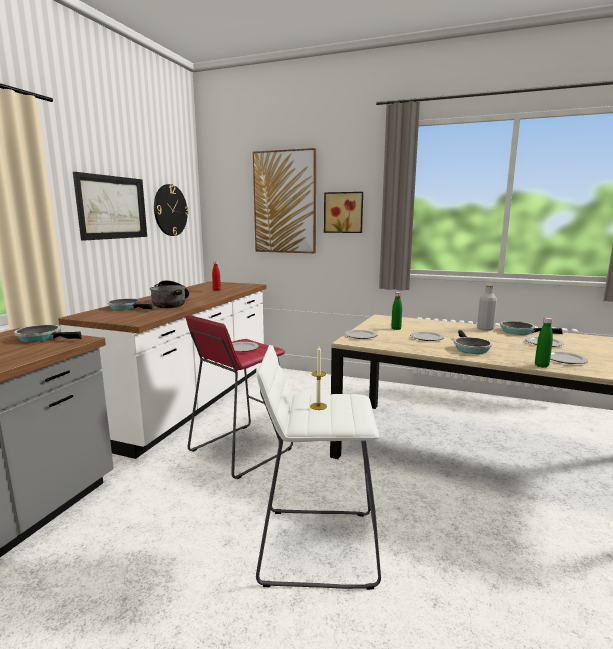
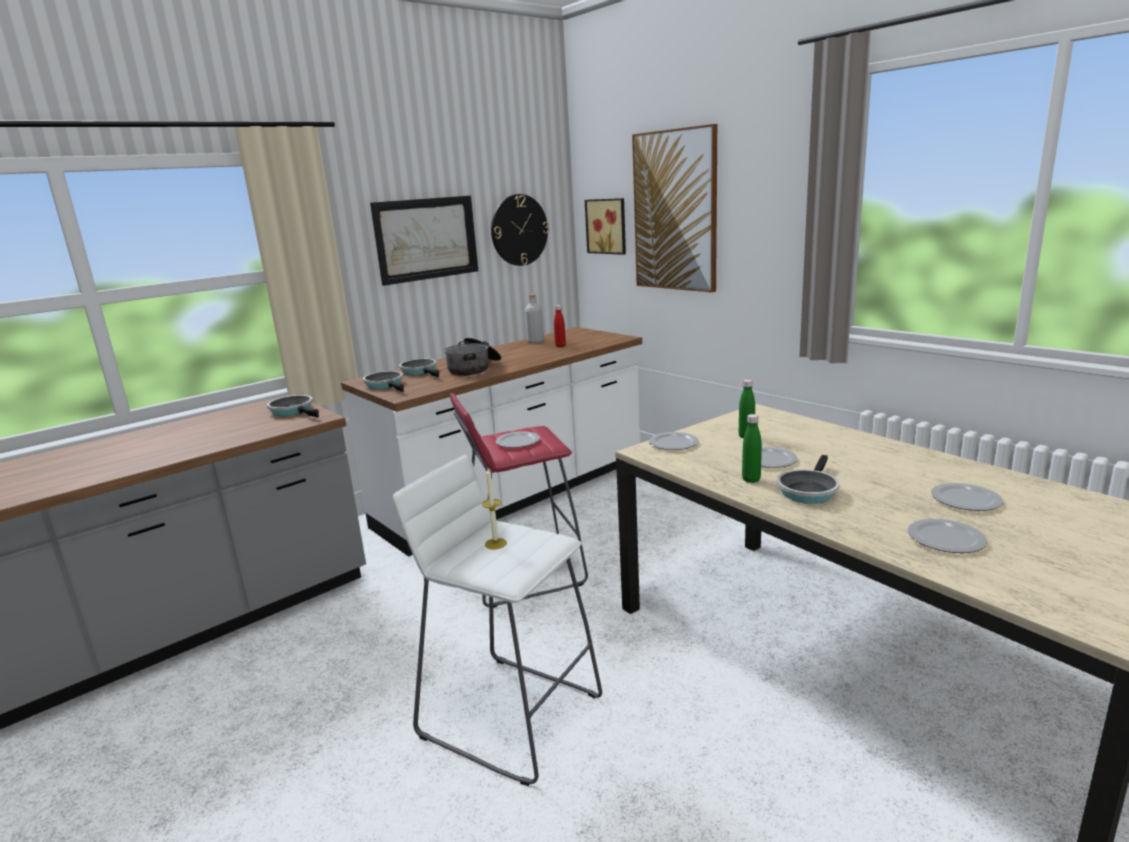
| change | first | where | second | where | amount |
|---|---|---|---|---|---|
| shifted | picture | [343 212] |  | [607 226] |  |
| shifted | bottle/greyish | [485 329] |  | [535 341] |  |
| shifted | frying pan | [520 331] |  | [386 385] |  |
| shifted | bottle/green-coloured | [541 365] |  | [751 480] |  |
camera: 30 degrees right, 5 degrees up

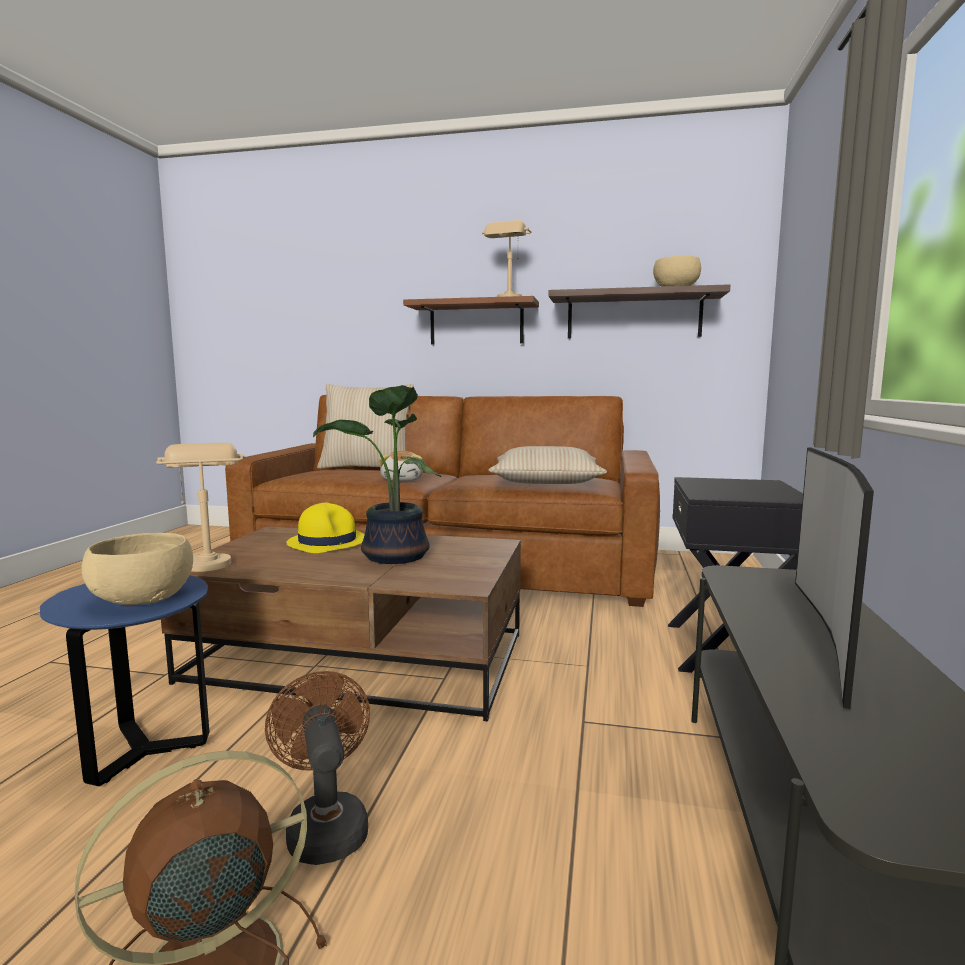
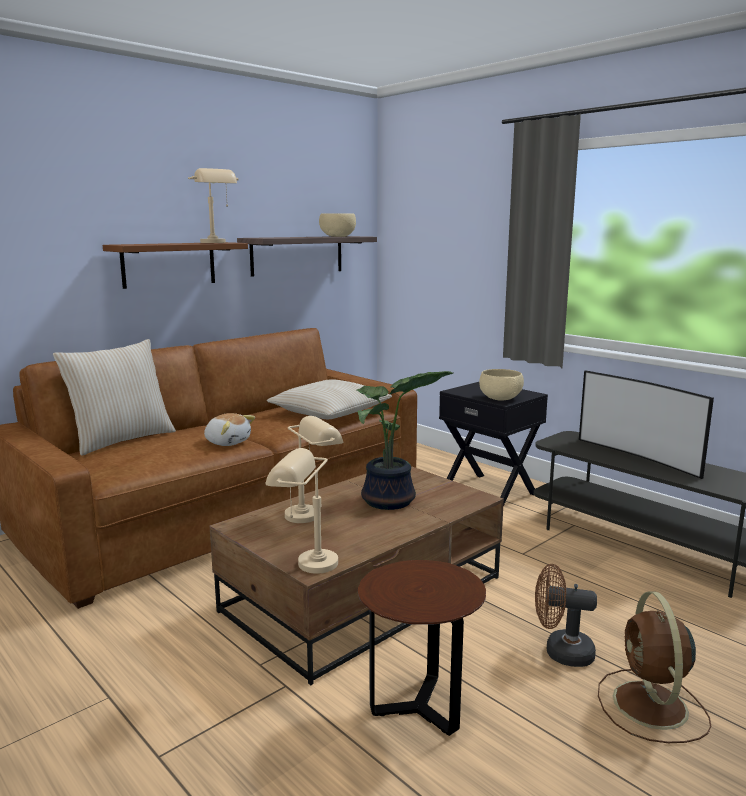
| change | first | where | second | where | amount |
|---|---|---|---|---|---|
| shifted | bowl/sand-coloured | [142 599] |  | [500 398] |  |
| swapped | clothing hat/yellow | [327 542] | table lamp/sand-coloured | [312 513] |  |
| repainted | side table/blue-coloured | [143 751] | side table/brown-coloured | [419 708] |  |
camera: 55 degrees left, 5 degrees up

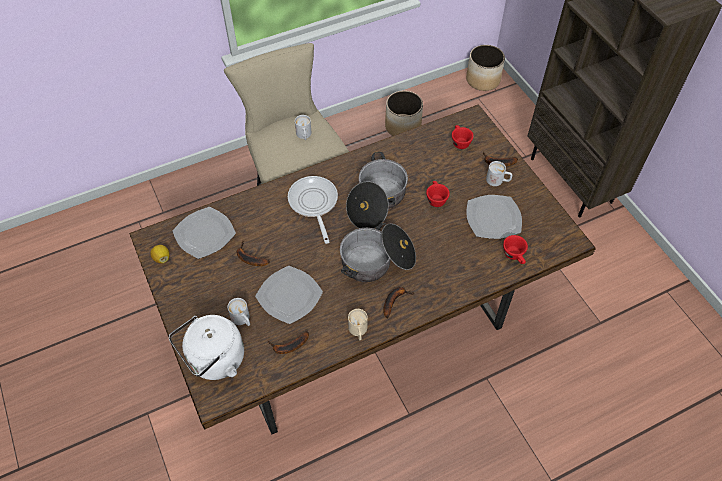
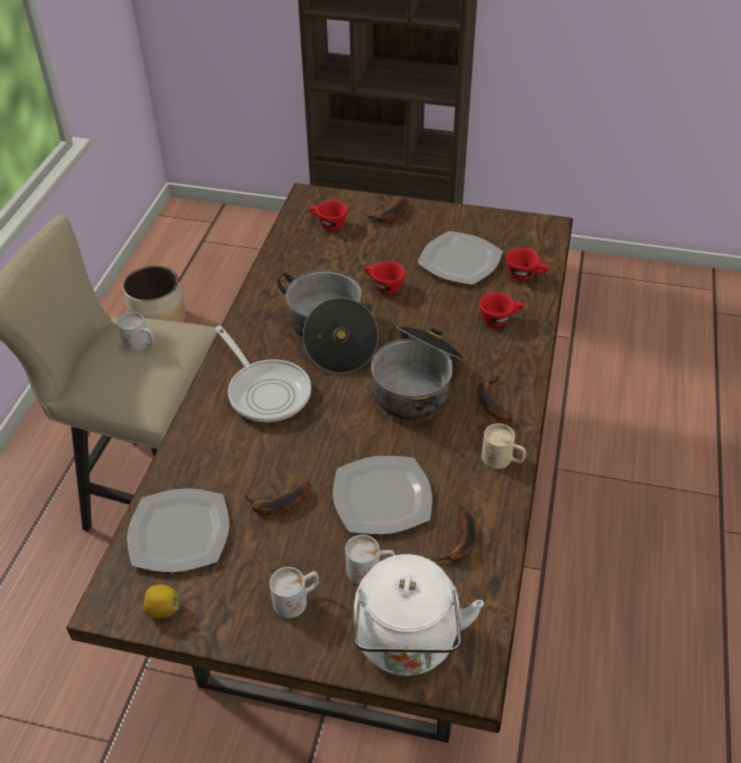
| change | first | where | second | where | amount |
|---|---|---|---|---|---|
| gone | planter | [483 80] |  |  |  |
| new |  |  | drinking cup/reddish | [500 319] |  |
| shifted | mug/whitish | [498 181] |  | [297 600] |  |
| rotated | frying pan | [313 204] |  | [266 391] | 150 degrees counterclockwise |
camera: 50 degrees left, 10 degrees down

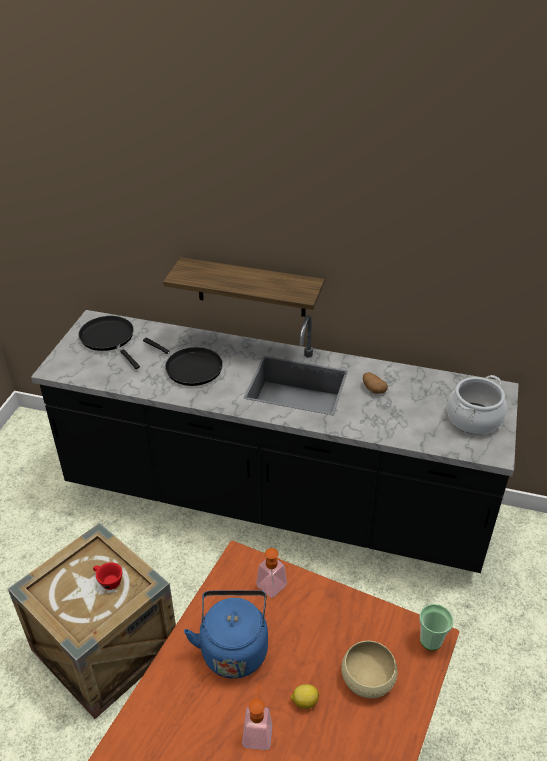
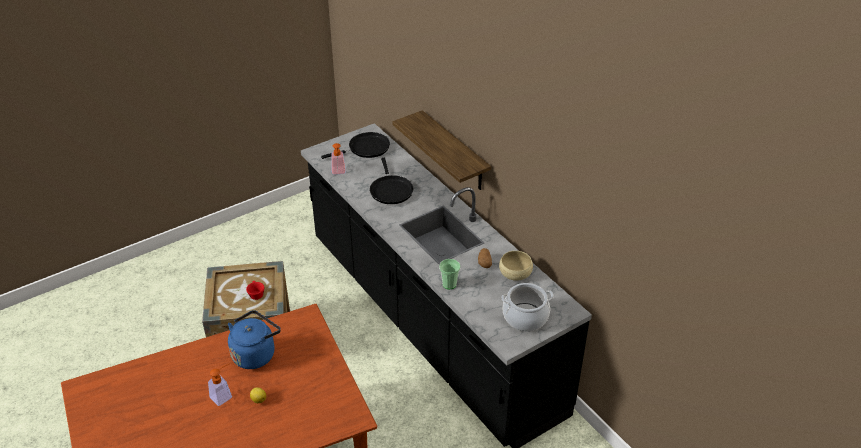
| change | first | where | second | where | amount |
|---|---|---|---|---|---|
| shifted | soap dispenser | [275 588] |  | [338 172] |  |
| shifted | bowl/sand-coloured | [368 678] |  | [515 273] |  |
| shifted | drinking cup | [431 640] |  | [449 284] |  |
| rotated | frying pan/blackish | [109 339] |  | [366 148] | 60 degrees clockwise |
camera: 40 degrees right, 0 degrees up

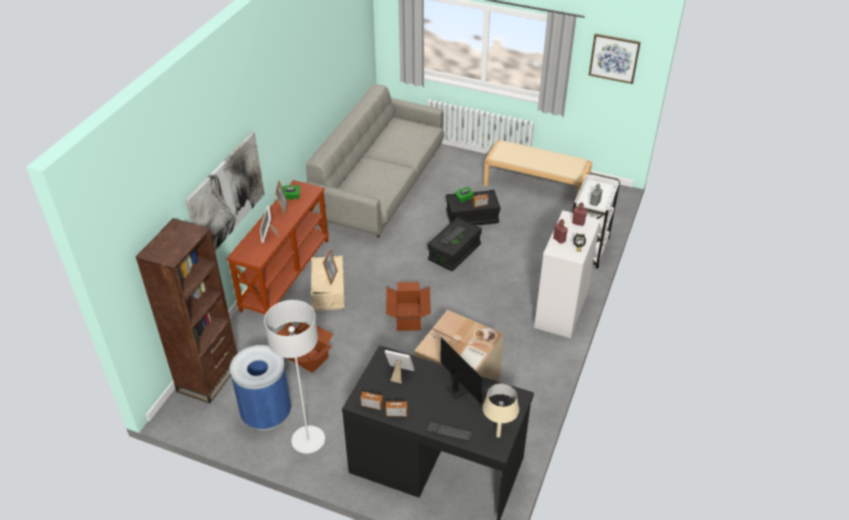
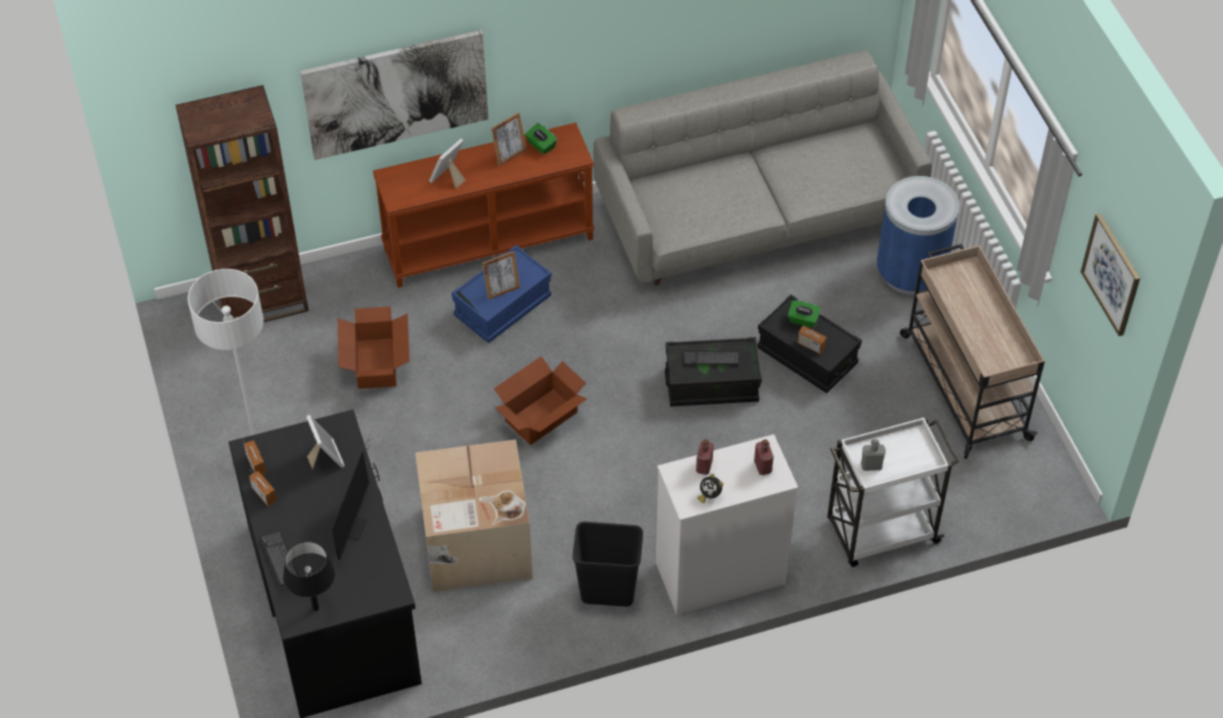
| change | first | where | second | where | amount |
|---|---|---|---|---|---|
| new |  |  | waste bin/blackish | [607 592] |  |
| shifted | waste bin/blue-coloured | [266 414] |  | [910 273] |  |
| swapped | indoor bench/sand-coloured | [536 186] | trolley/sand-coloured | [964 385] |  |
| repainted | storage bin/sand-coloured | [328 292] | storage bin/blue-coloured | [503 307] |  |
| repainted | table lamp/sand-coloured | [498 435] | table lamp/blackish | [316 608] |  |
camera: 50 degrees right, 10 degrees up

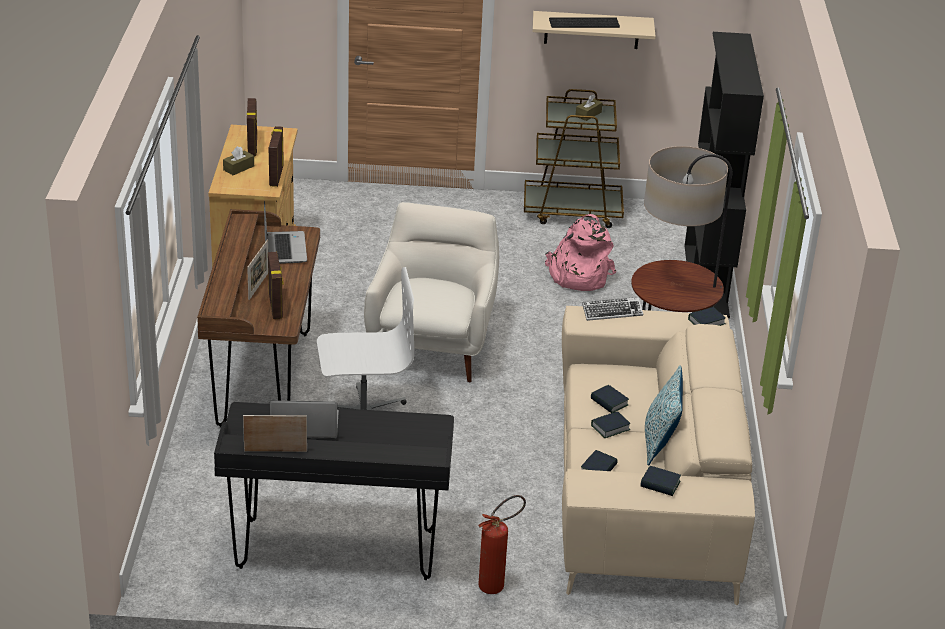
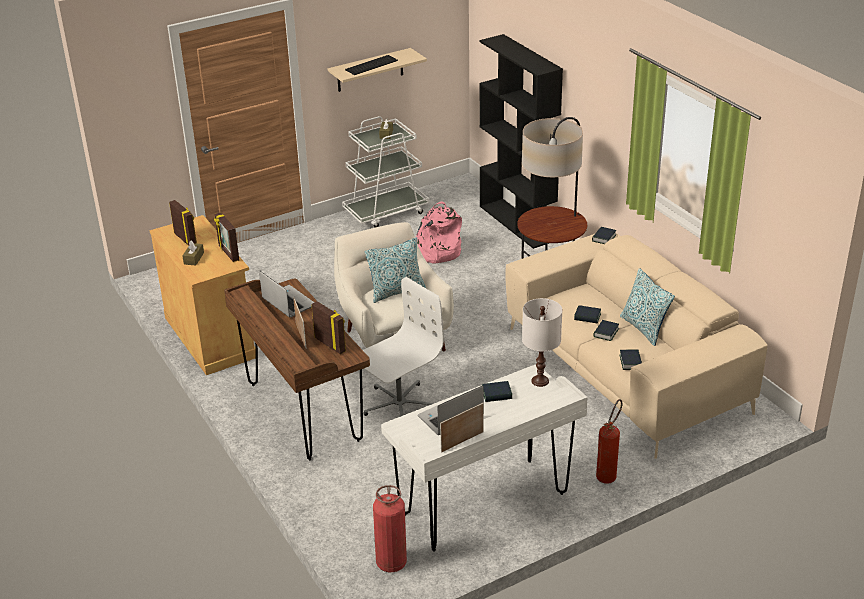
| change | first | where | second | where | amount |
|---|---|---|---|---|---|
| gone | keyboard | [612 312] |  |  |  |
| new |  |  | cushion | [396 291] |  |
| new |  |  | extinguisher | [391 563] |  |
| new |  |  | table lamp/whitish | [540 381] |  |
| shifted | book | [660 484] |  | [496 394] |  |
| repainted | desk/blackish | [336 550] | desk/whitish | [484 505] |  |
| repainted | trolley/brown-coloured | [572 211] | trolley/whitish | [386 212] |  |
camera: 30 degrees left, 0 degrees up

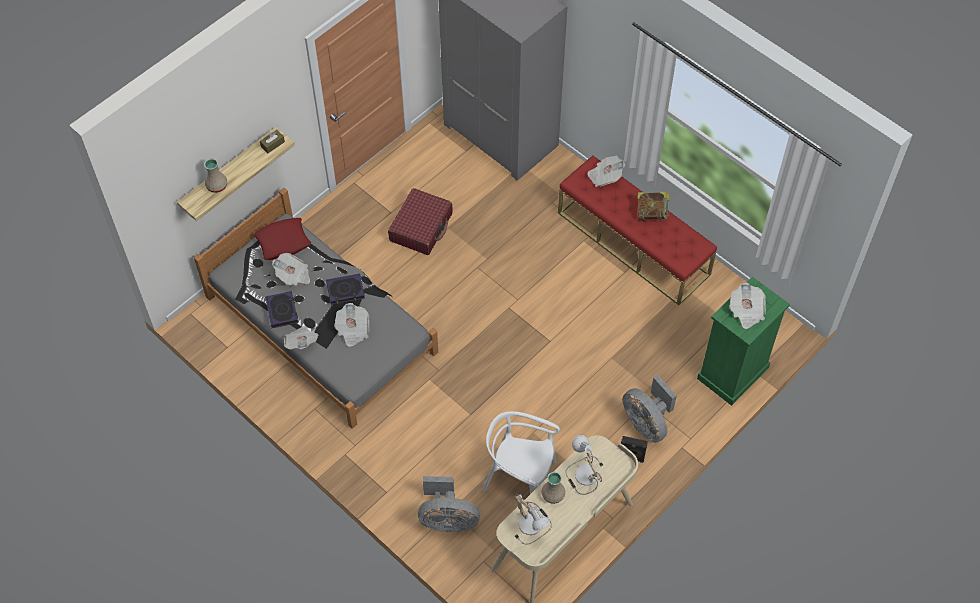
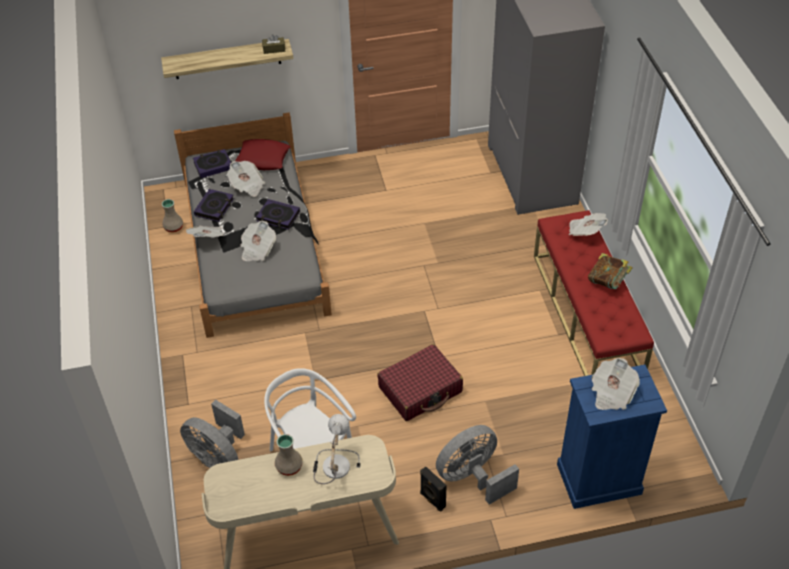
| change | first | where | second | where | amount |
|---|---|---|---|---|---|
| gone | table lamp | [533 524] |  |  |  |
| new |  |  | book | [213 165] |  |
| shifted | decorative vase/sand-coloured | [216 185] |  | [173 227] |  |
| shifted | suitcase/reddish | [421 227] |  | [420 390] |  |
| repainted | drawer chest/green-coloured | [732 373] | drawer chest/blue-coloured | [598 479] |  |
| rotated | electric fan/greyish | [646 423] |  | [473 477] | 60 degrees clockwise |
camera: 35 degrees right, 10 degrees down

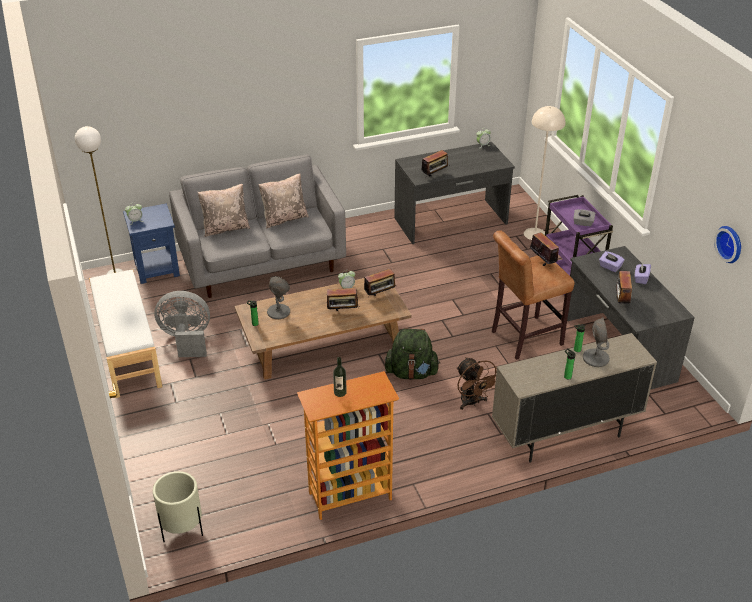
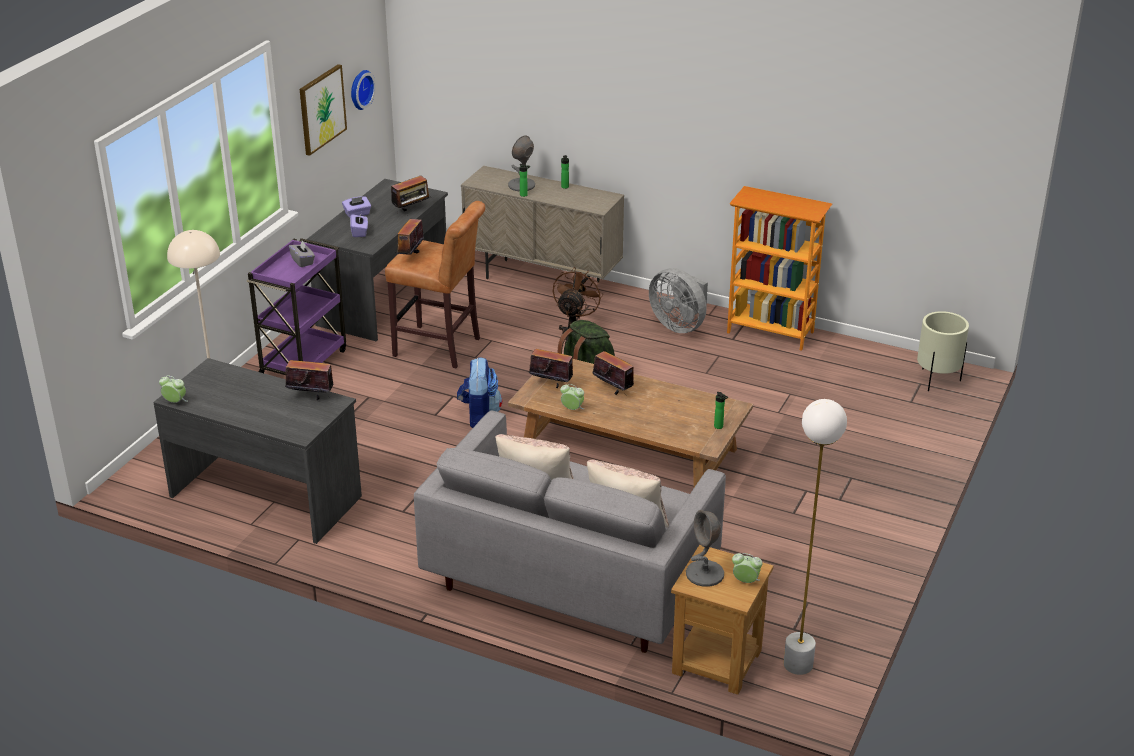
| change | first | where | second | where | amount |
|---|---|---|---|---|---|
| gone | indoor bench/whitish | [127 350] |  |  |  |
| gone | bottle | [340 392] |  |  |  |
| new |  |  | picture | [322 109] |  |
| new |  |  | knapsack | [479 416] |  |
| shifted | electric fan/greyish | [186 340] |  | [679 325] |  |
| shifted | table lamp/greyish | [278 312] |  | [705 574] |  |
| repainted | side table/blue-coloured | [157 269] | side table/brown-coloured | [715 662] |  |
camera: 135 degrees left, 5 degrees down

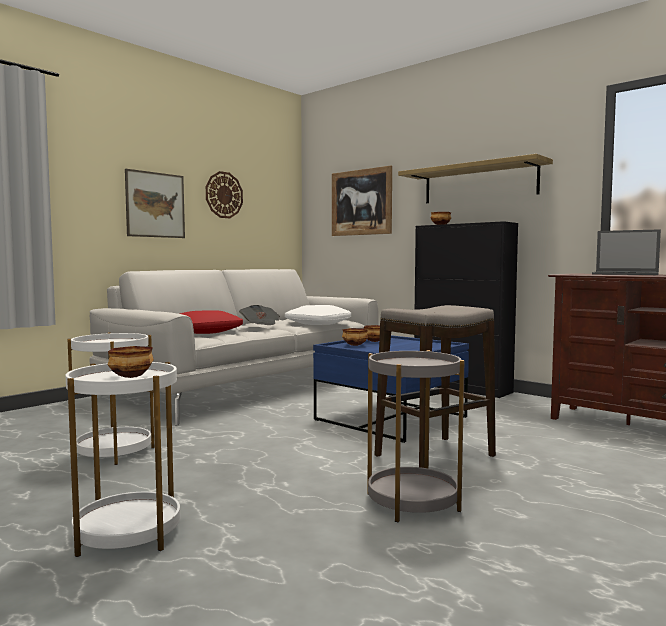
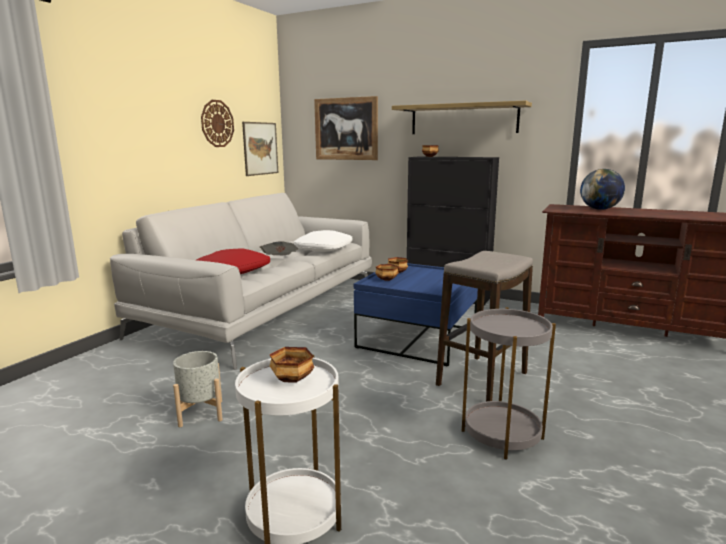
| change | first | where | second | where | amount |
|---|---|---|---|---|---|
| shifted | picture | [155 205] |  | [260 148] |  |
| swapped | side table/whitish | [114 452] | planter/greyish | [200 413] |  |
| swapped | notebook computer | [626 274] | world globe | [600 209] |  |
camera: 15 degrees left, 10 degrees up

